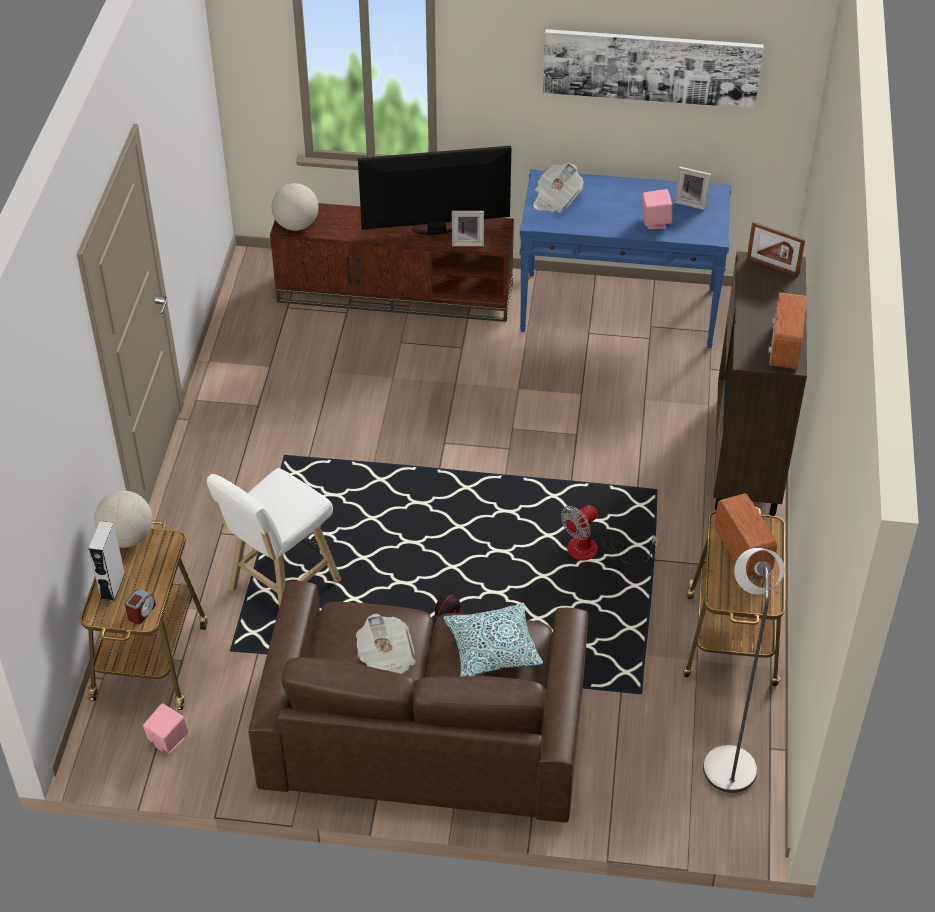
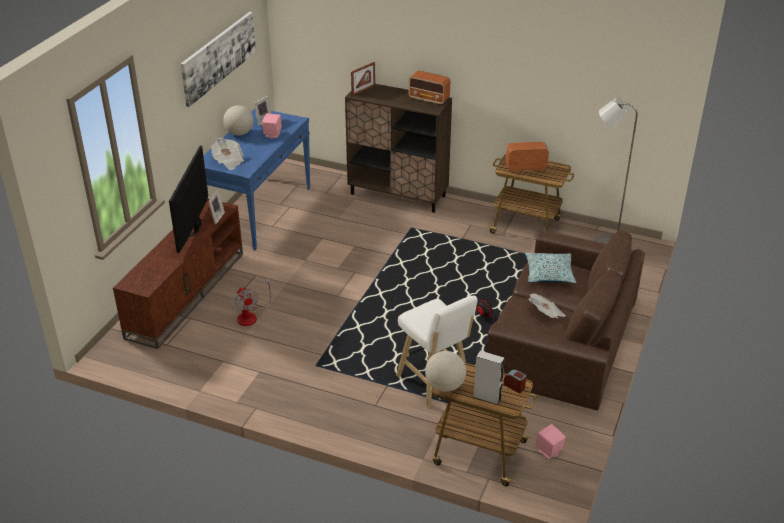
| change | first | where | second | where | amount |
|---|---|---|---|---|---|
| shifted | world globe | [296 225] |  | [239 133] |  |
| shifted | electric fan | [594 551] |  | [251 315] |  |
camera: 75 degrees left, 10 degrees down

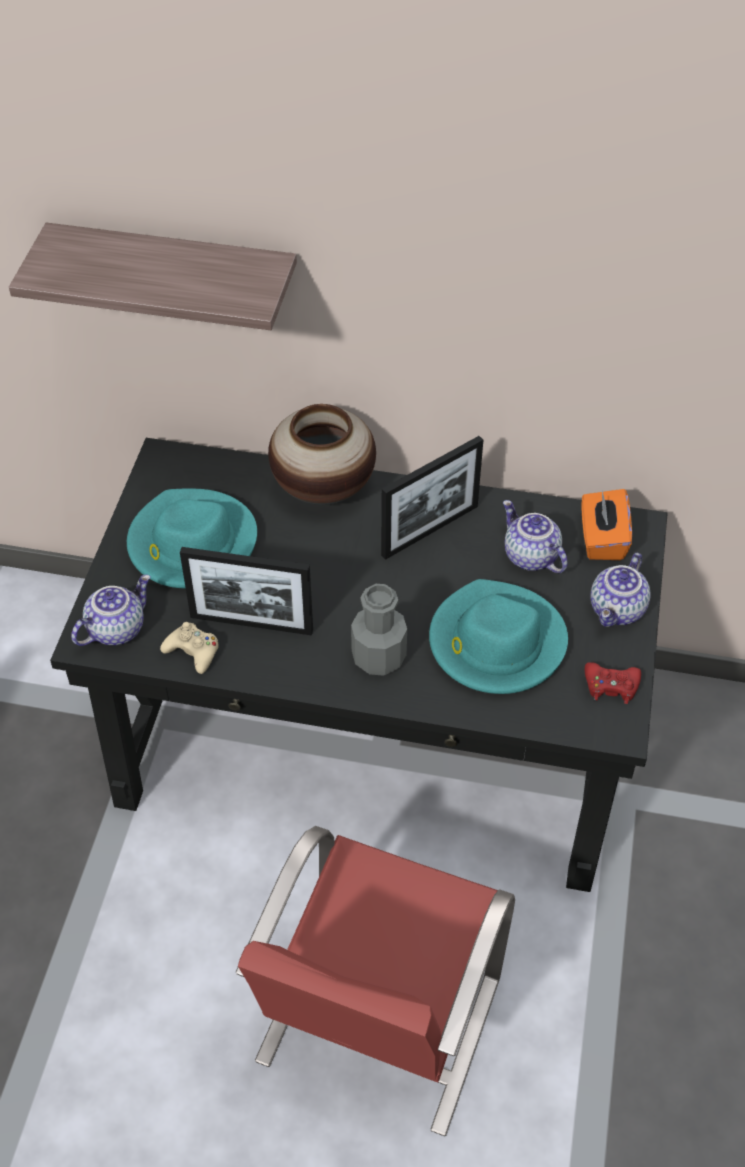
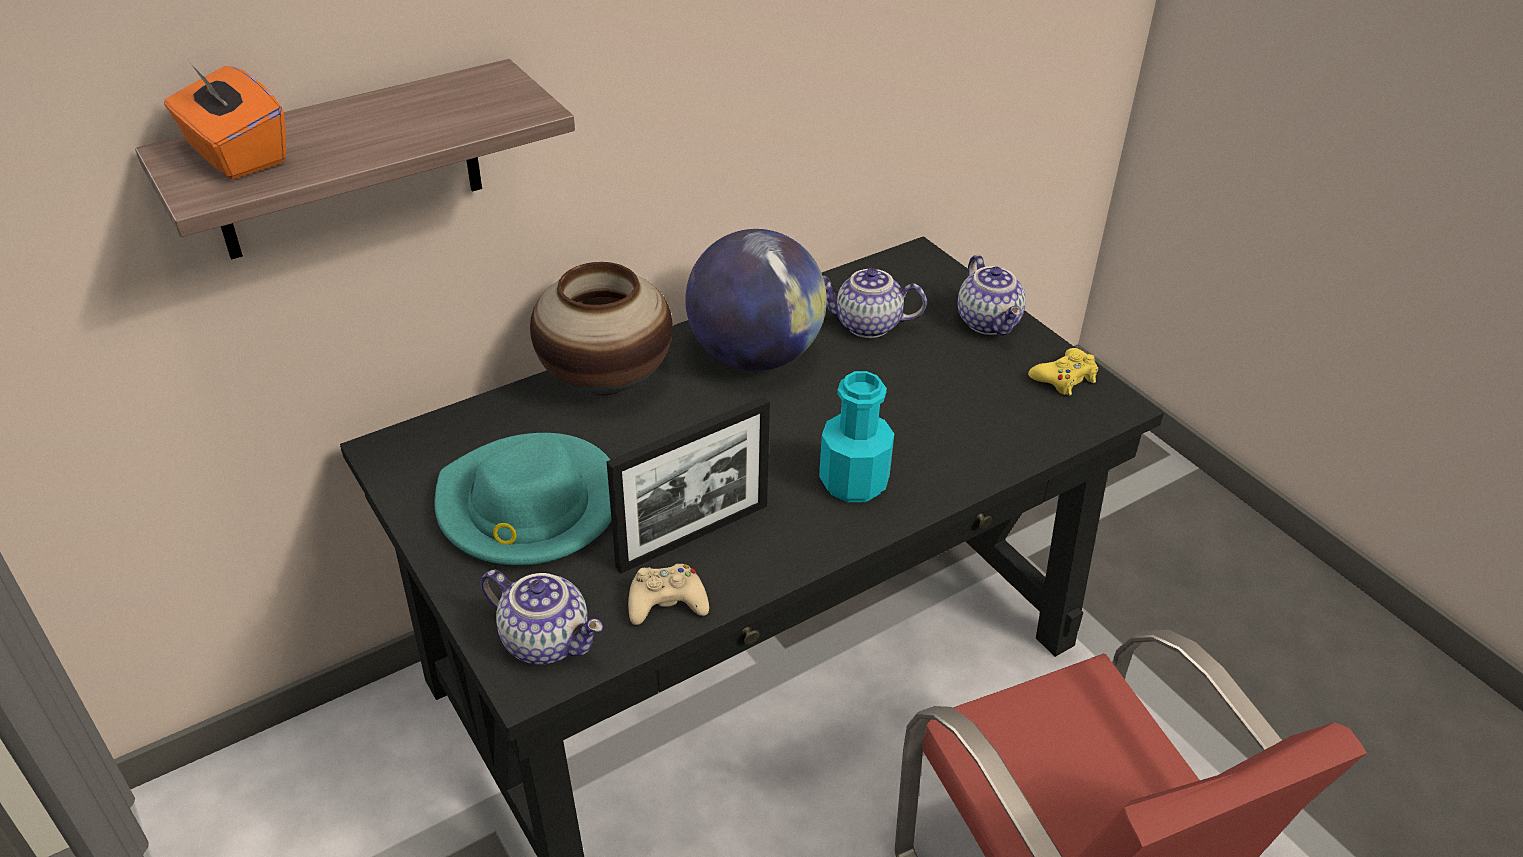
| change | first | where | second | where | amount |
|---|---|---|---|---|---|
| gone | clothing hat/turquoise-coloured | [496 642] |  |  |  |
| shifted | tissue holder/orange-coloured | [602 539] |  | [235 155] |  |
| swapped | picture frame | [430 530] | world globe | [755 356] |  |
| repainted | bottle/greyish | [379 656] | bottle/turquoise-coloured | [853 482] |  |
| repainted | gamepad/reddish | [611 686] | gamepad/yellow | [1064 378] |  |
| rotated | teapot | [116 628] |  | [548 640] | 120 degrees clockwise |
camera: 45 degrees left, 10 degrees down

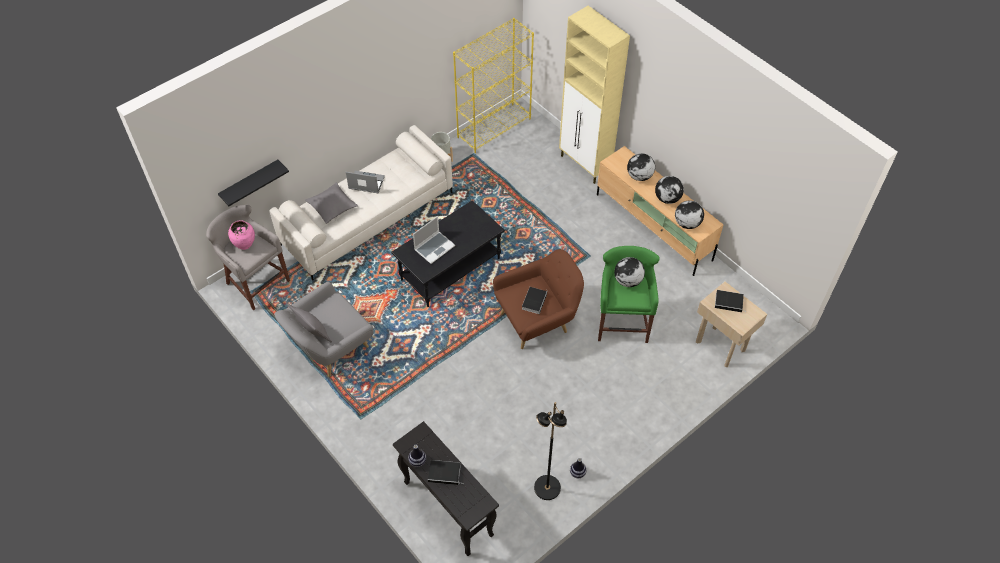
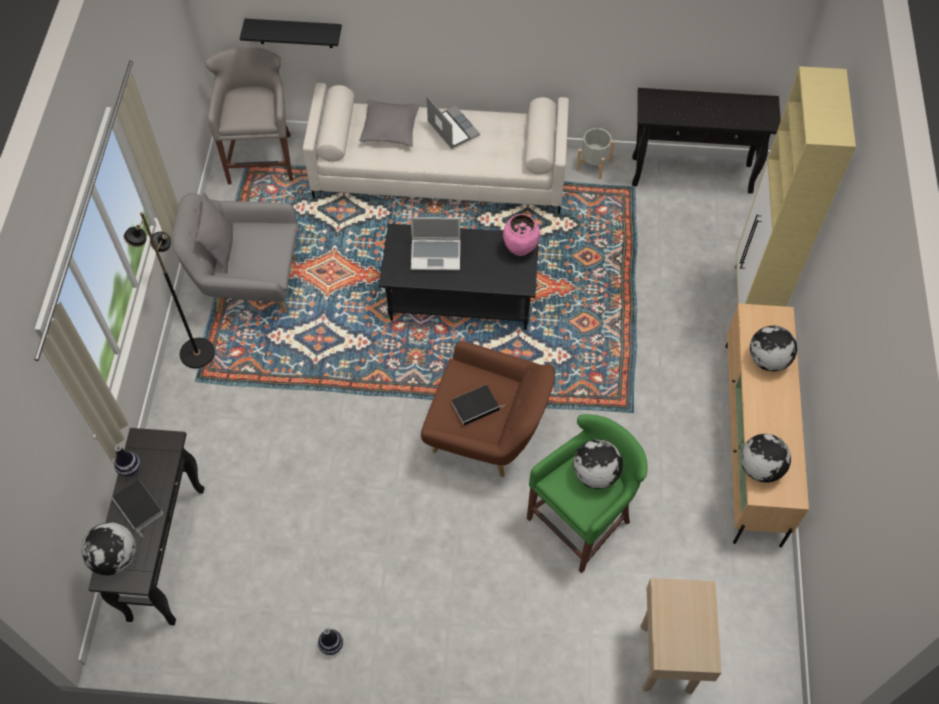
| change | first | where | second | where | amount |
|---|---|---|---|---|---|
| gone | book | [729 302] |  |  |  |
| shifted | decorative vase/pink | [244 244] |  | [520 248] |  |
| shifted | standard lamp/blackish | [546 488] |  | [196 353] |  |
| shifted | world globe | [667 199] |  | [115 558] |  |
| swapped | bookcase/yellow | [494 127] | hall table/blackish | [692 175] |  |
camera: 45 degrees right, 5 degrees up

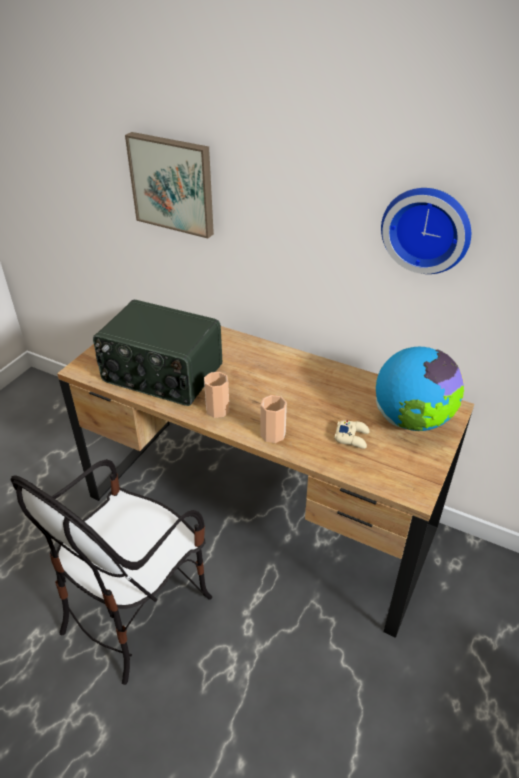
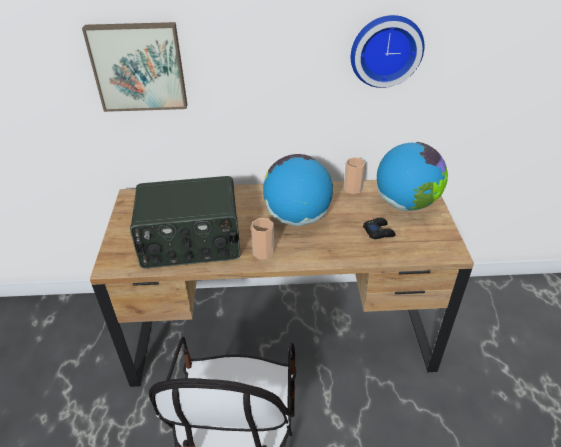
| change | first | where | second | where | amount |
|---|---|---|---|---|---|
| new |  |  | world globe | [297 217] |  |
| shifted | drinking cup | [273 434] |  | [352 188] |  |
| repainted | gamepad/sand-coloured | [352 437] | gamepad/blackish | [378 231] |  |
camera: 30 degrees left, 0 degrees up

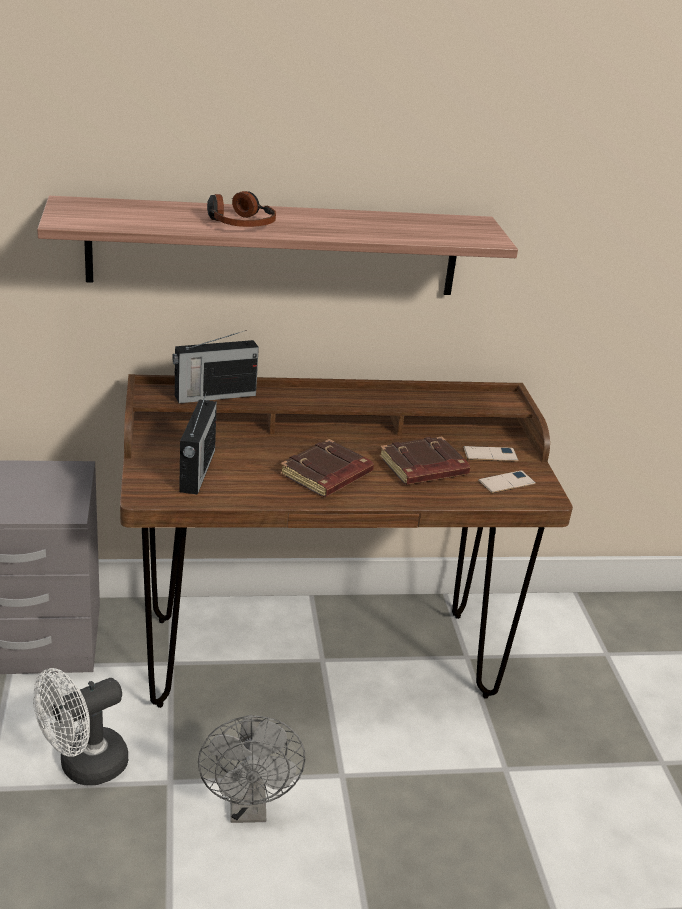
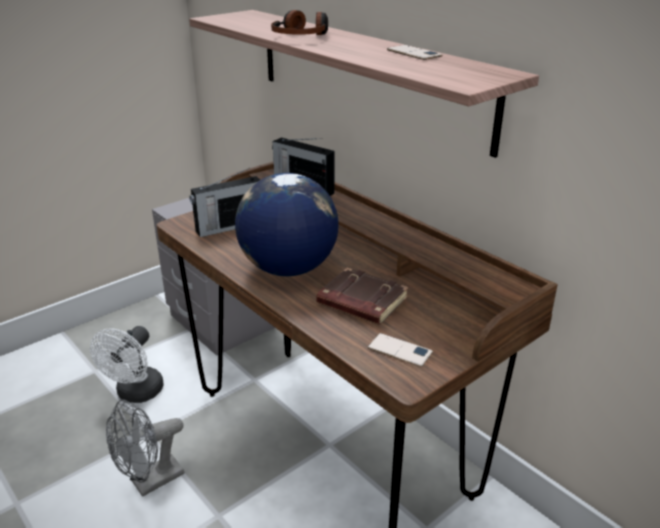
| change | first | where | second | where | amount |
|---|---|---|---|---|---|
| shifted | telephone | [490 454] |  | [414 53] |  |
| swapped | book/brown-coloured | [326 475] | world globe | [288 268] |  |
| rotated | electric fan/whitish | [83 766] |  | [136 394] | 90 degrees counterclockwise |
camera: 60 degrees right, 0 degrees up

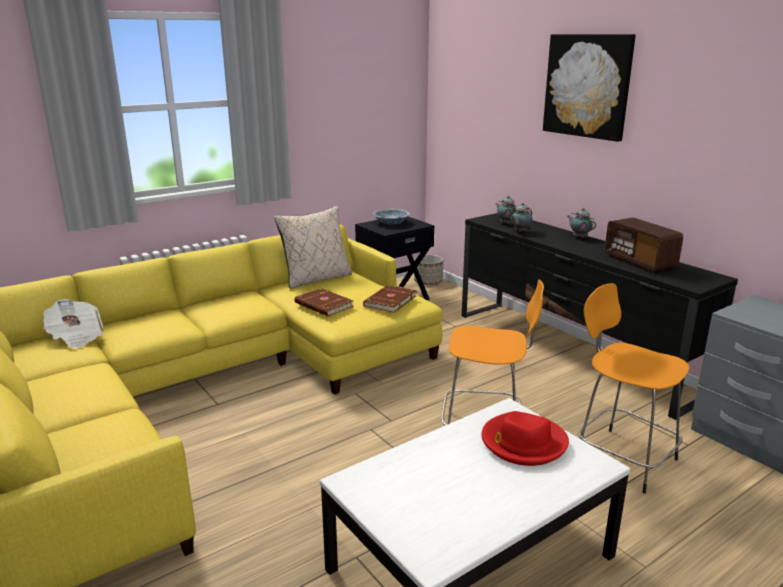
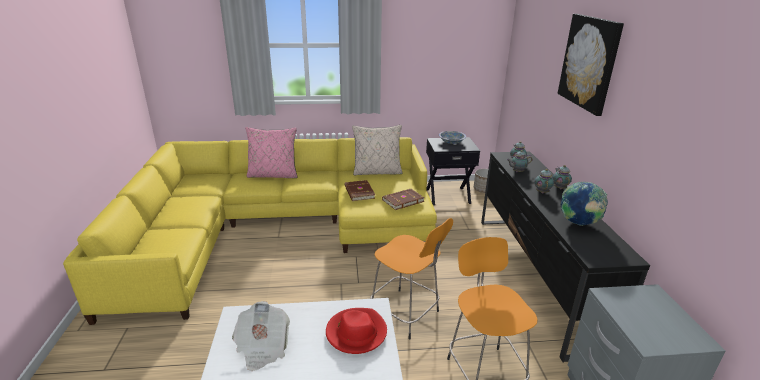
| change | first | where | second | where | amount |
|---|---|---|---|---|---|
| new |  |  | cushion/pink | [273 175] |  |
| new |  |  | teapot | [542 192] |  |
| shifted | printed paper | [76 337] |  | [262 347] |  |
| swapped | radio set | [639 262] | world globe | [578 223] |  |
camera: 30 degrees right, 5 degrees up

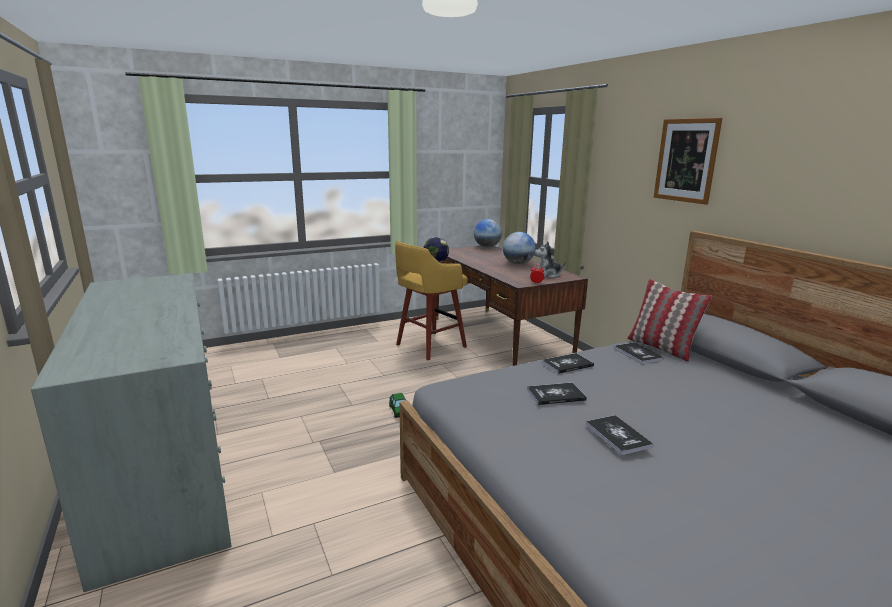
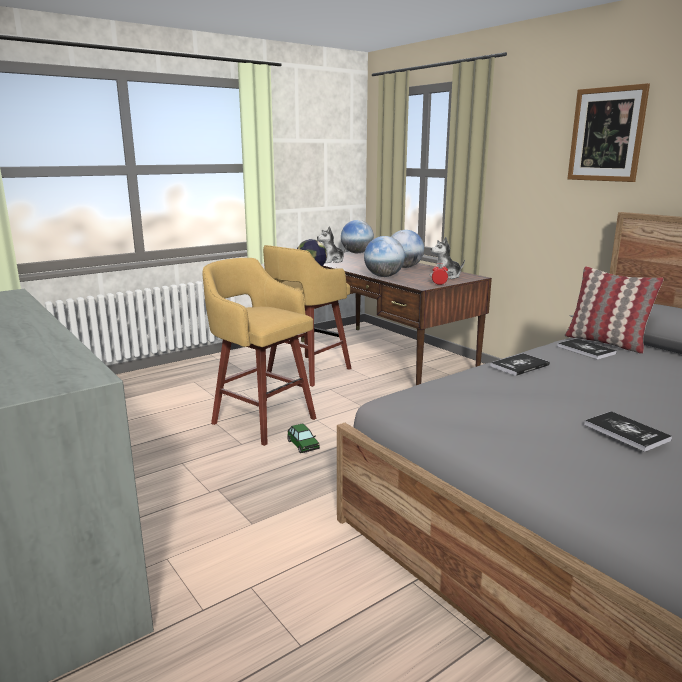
| change | first | where | second | where | amount |
|---|---|---|---|---|---|
| gone | book | [555 395] |  |  |  |
| new |  |  | sitting stool/yellow | [261 420] |  |
| new |  |  | cuddly toy | [331 261] |  |
| new |  |  | world globe | [384 276] |  |
camera: 10 degrees left, 0 degrees up

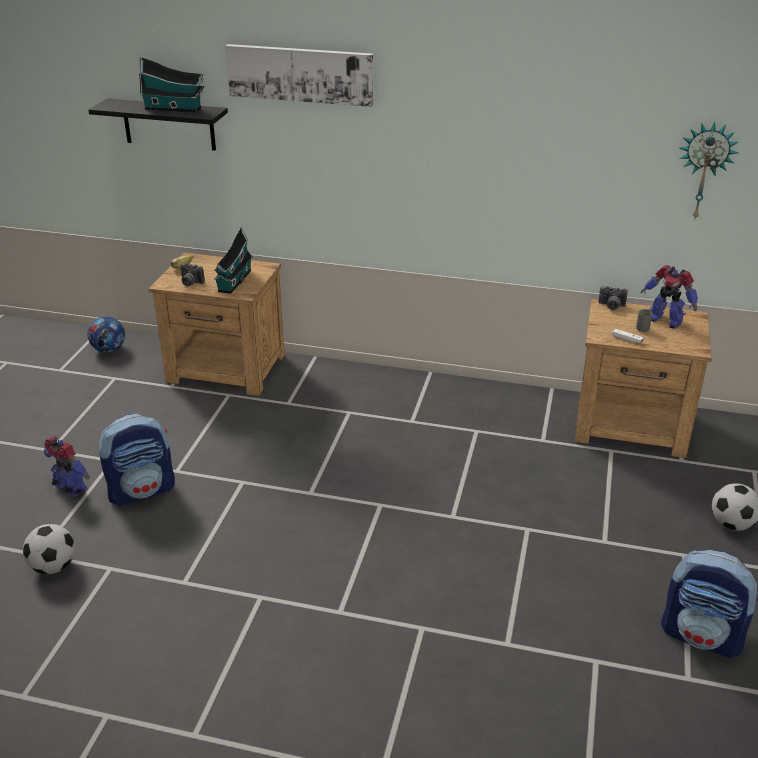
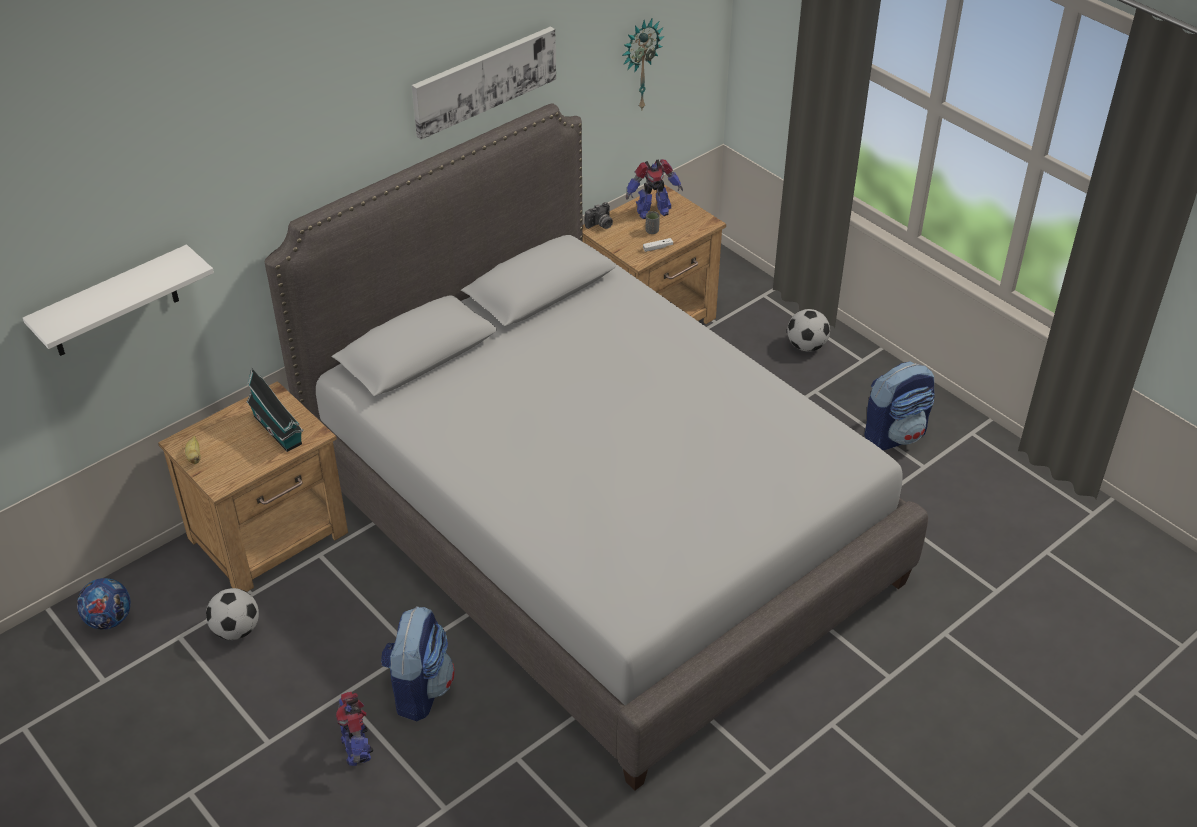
| change | first | where | second | where | amount |
|---|---|---|---|---|---|
| gone | toy house | [175 109] |  |  |  |
| gone | still camera | [190 283] |  |  |  |
| new |  |  | bed/greyish | [598 527] |  |
| shifted | football ball | [54 566] |  | [236 630] |  |
| shifted | picture | [300 74] |  | [484 80] |  |
| repainted | wall shelf/blackish | [169 124] | wall shelf/whitish | [113 303] |  |
| rotated | model robot | [70 488] |  | [357 748] | 90 degrees counterclockwise |
camera: 55 degrees left, 10 degrees up

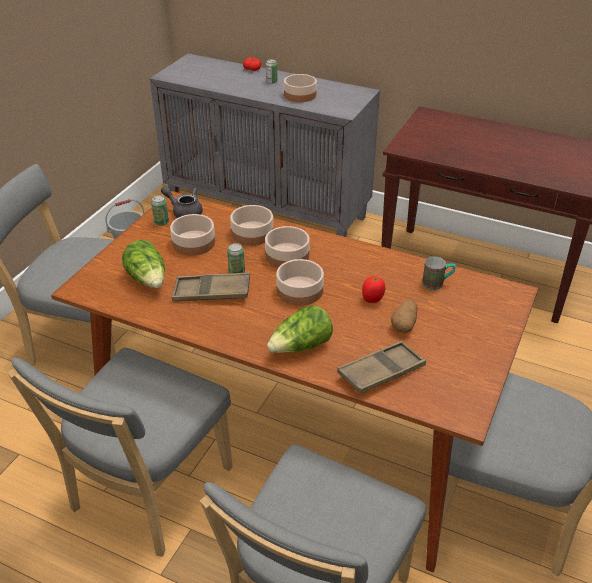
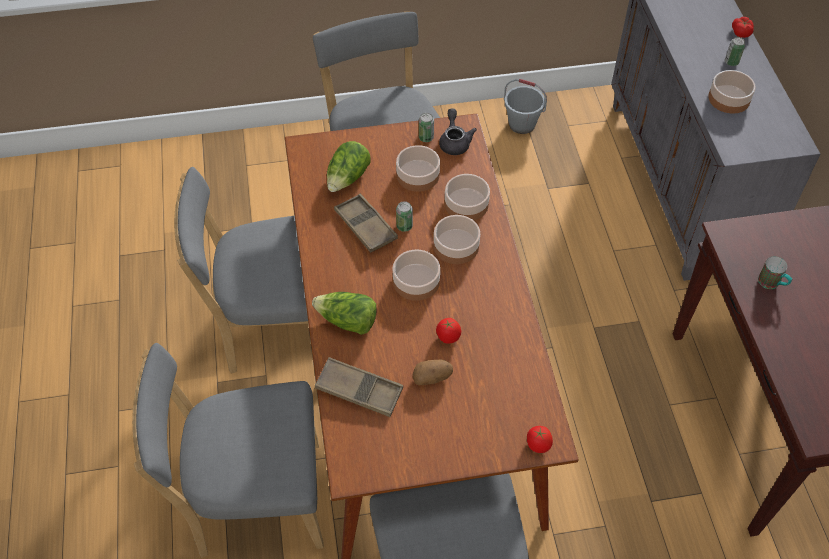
| change | first | where | second | where | amount |
|---|---|---|---|---|---|
| new |  |  | whole tomato | [537 446] |  |
| shifted | mug | [437 283] |  | [772 284] |  |
camera: 55 degrees right, 15 degrees up

